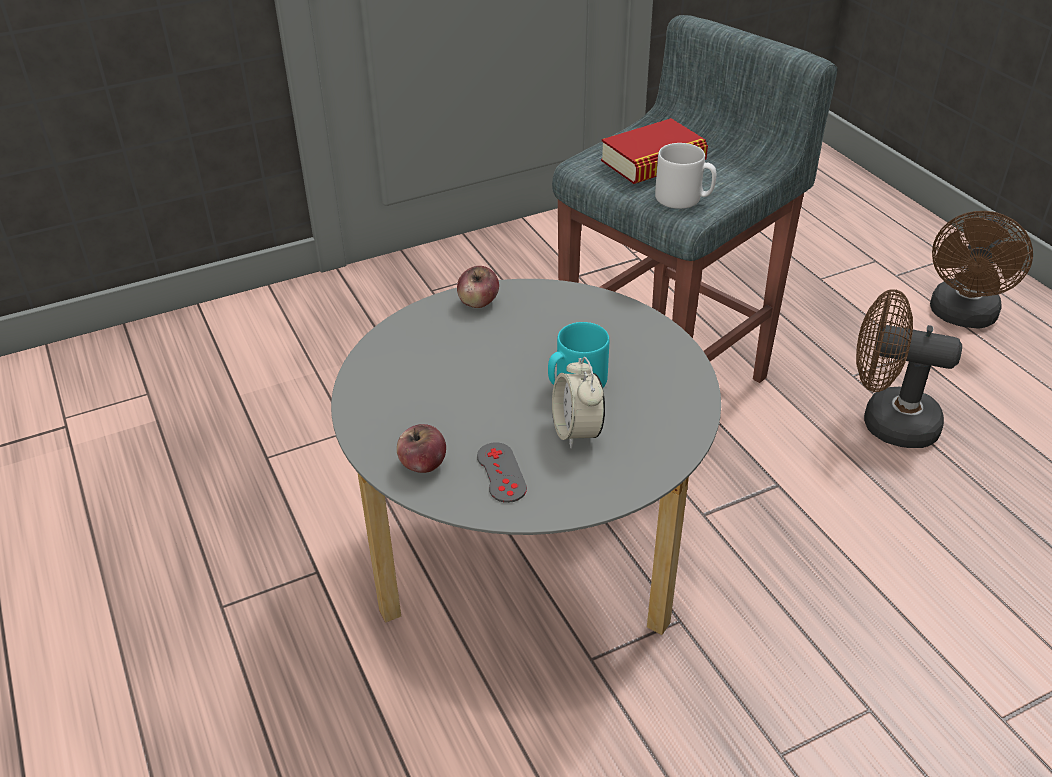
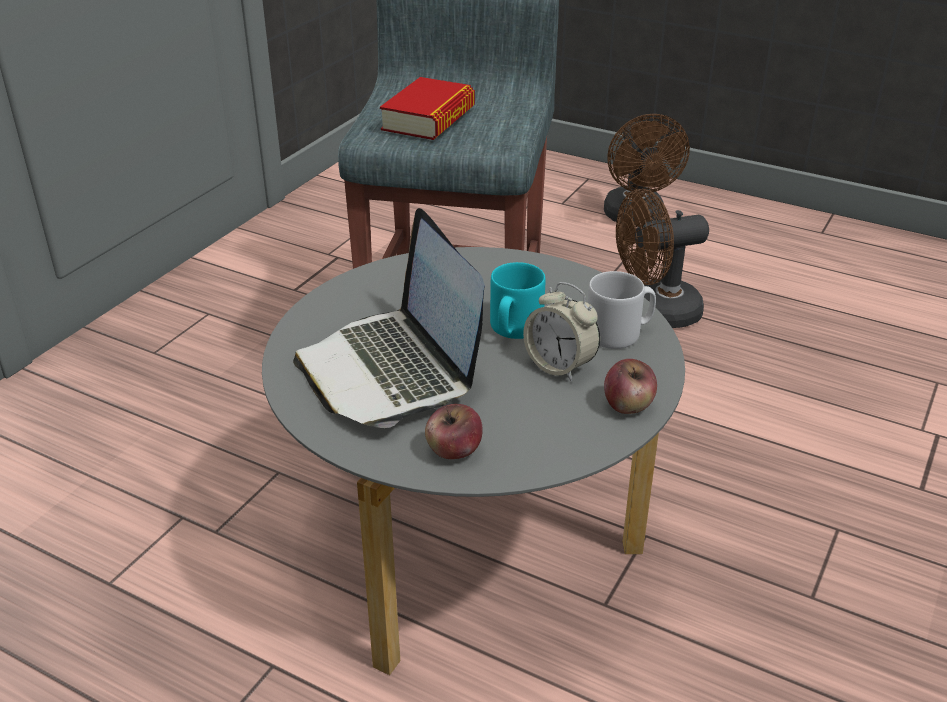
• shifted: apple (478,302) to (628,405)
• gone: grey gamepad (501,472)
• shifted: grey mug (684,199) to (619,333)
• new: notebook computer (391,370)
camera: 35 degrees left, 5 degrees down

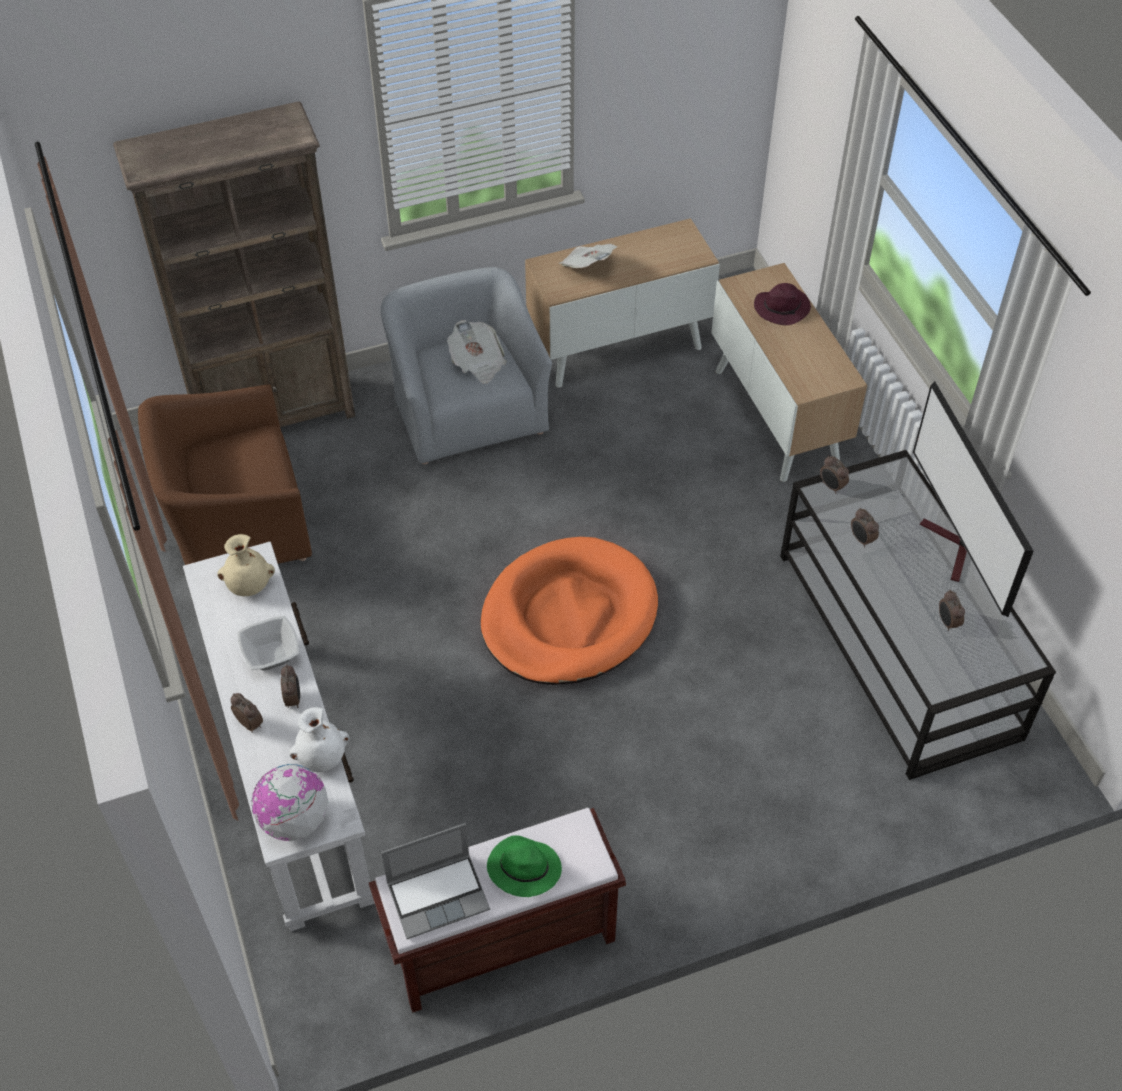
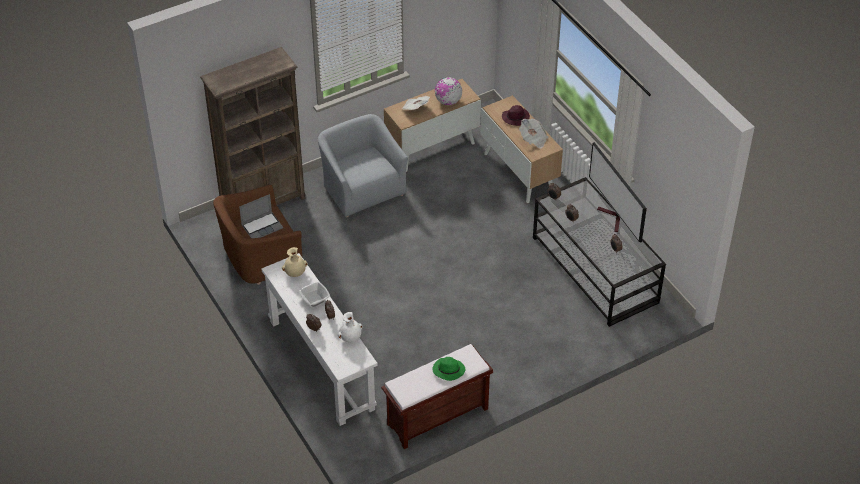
• shifted: desk globe (294,820) to (448,101)
• shifted: notebook computer (439,895) to (262,226)
• shifted: newspaper (477,363) to (533,139)
• gone: orange-coloured dog cushion (568,616)
camera: 10 degrees left, 5 degrees down

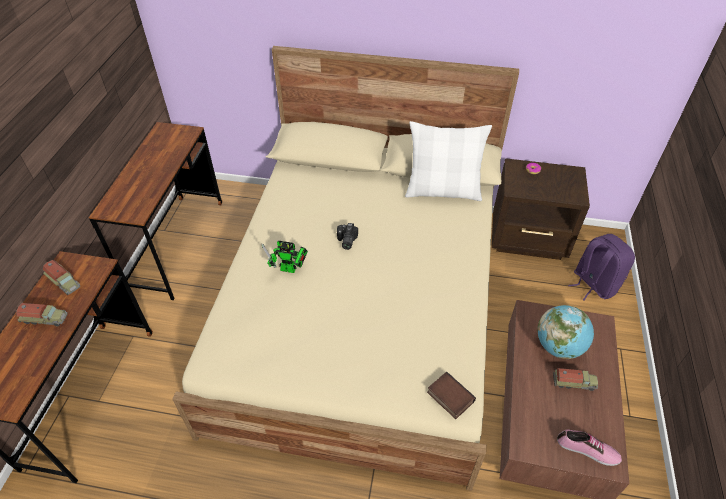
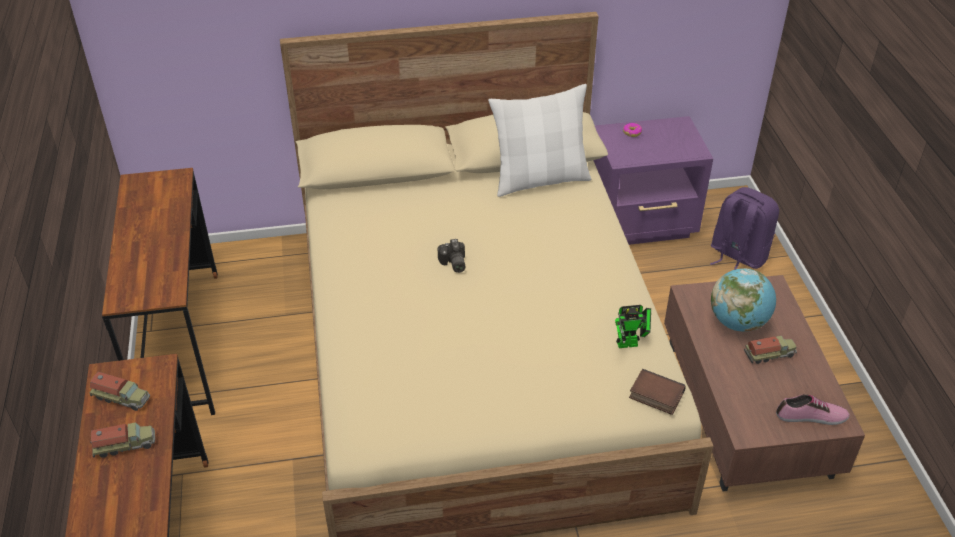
• shifted: toy robot (290,269) to (630,343)
• repainted: brown bedside table (529,240) to purple bedside table (643,224)
camera: 20 degrees left, 5 degrees down

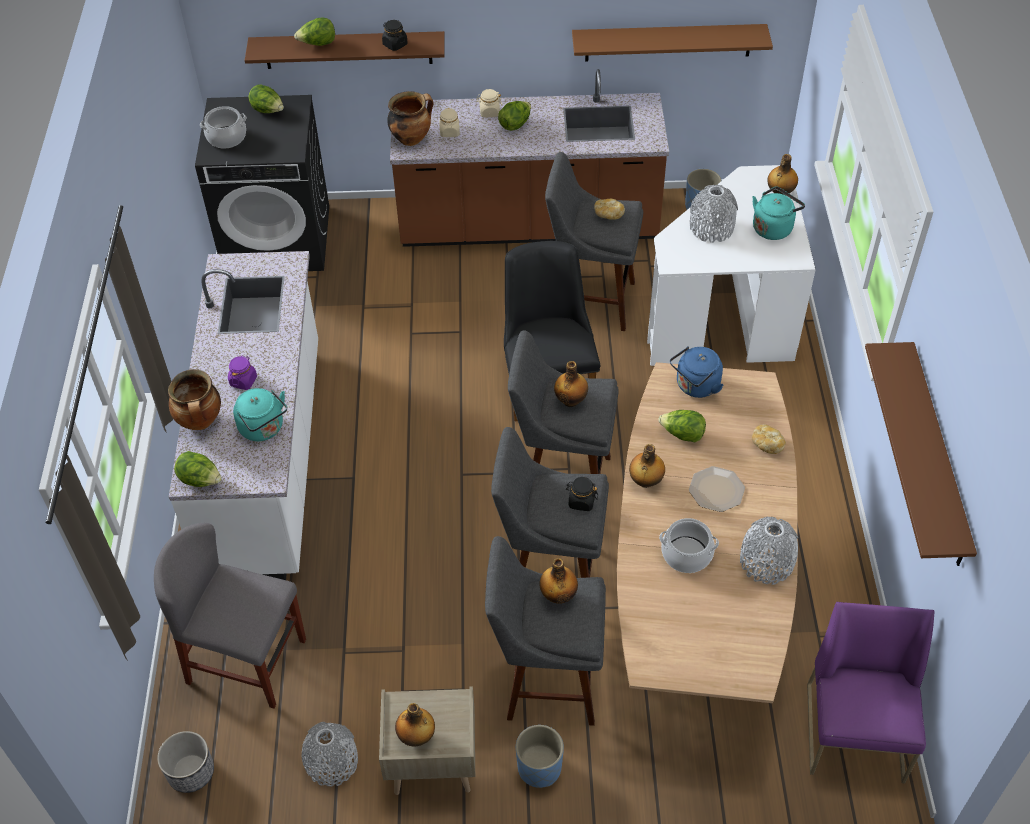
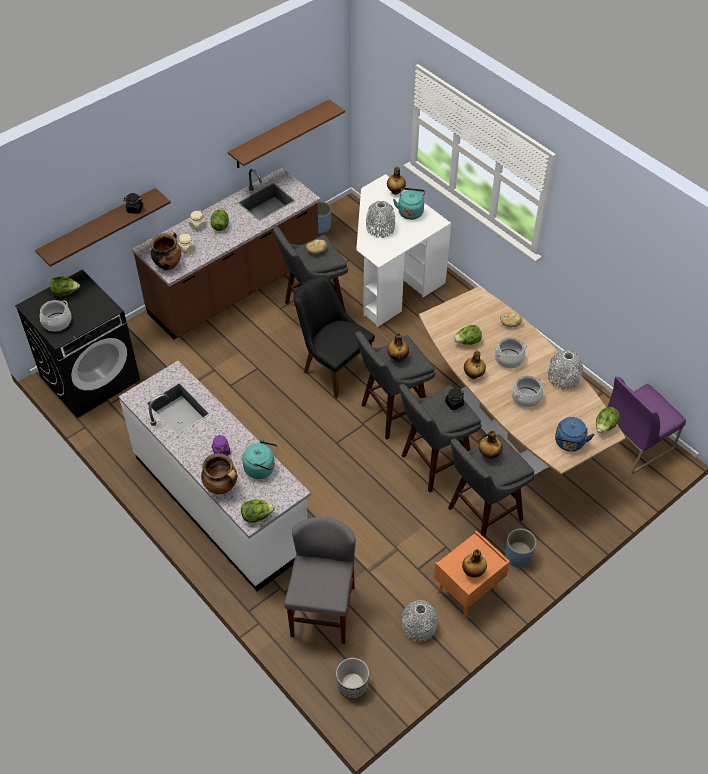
• rotated: grey upright chair (247,661) = (322,611) 120 degrees clockwise
• shifted: lettuce head (318,44) to (605,426)
• repainted: sand-coloured bedside table (431,765) to orange-coloured bedside table (467,592)
• shifted: bluish tea kettle (695,386) to (569,444)
• swapped: dinner plate (716,490) to saucepot (509,359)
• rotated: purple upright chair (856,733) = (635,443) 90 degrees counterclockwise
• gone: brown bracket shelf (937,456)
camera: 40 degrees left, 0 degrees up

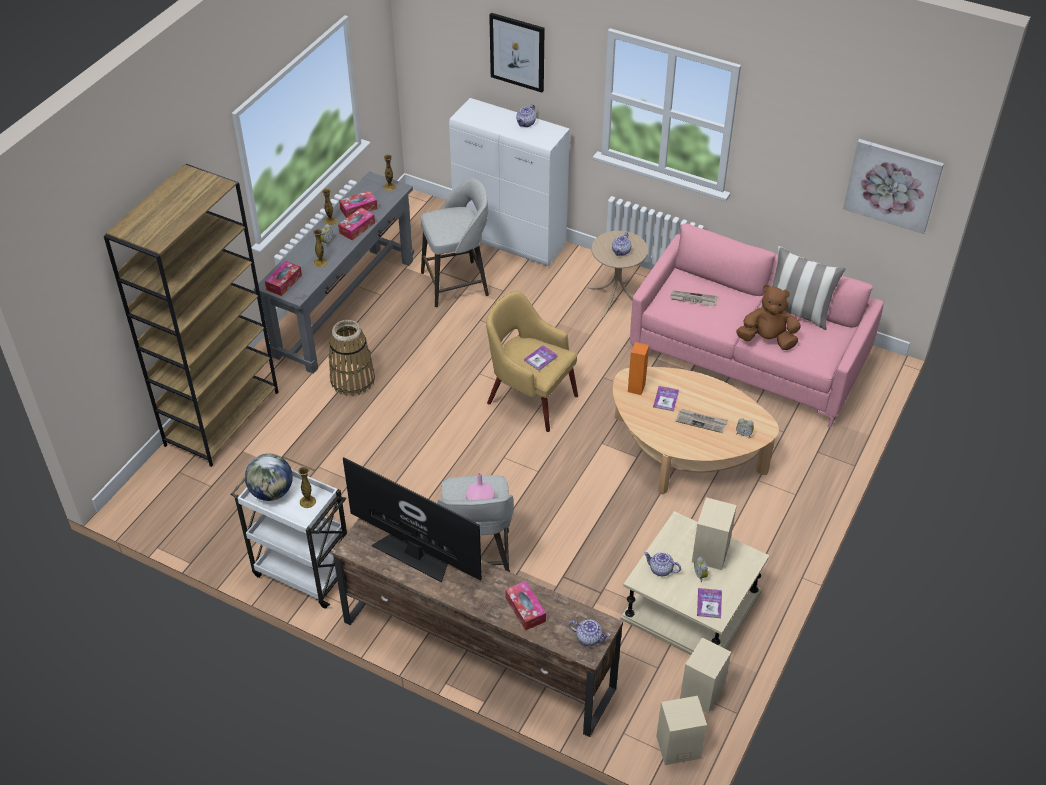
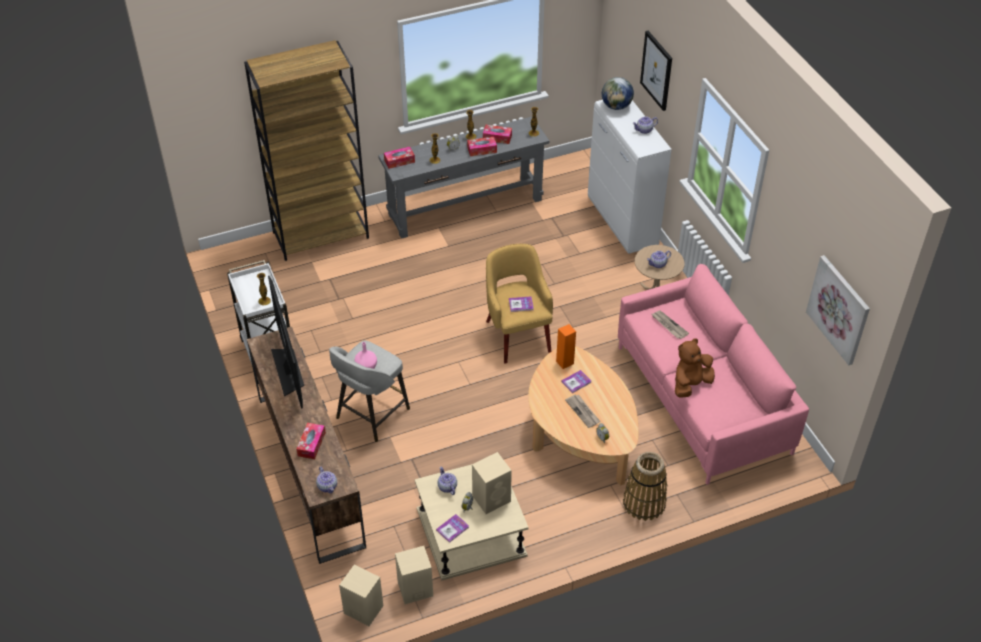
• shifted: desk globe (272,492) to (616,106)
• shifted: household basket (353,380) to (644,503)
• gone: grey stool (457,283)
• rotated: brown cuddly toy (767,340) = (690,384) 90 degrees counterclockwise
• gone: throw pillow (797,311)
camera: 40 degrees right, 0 degrees up

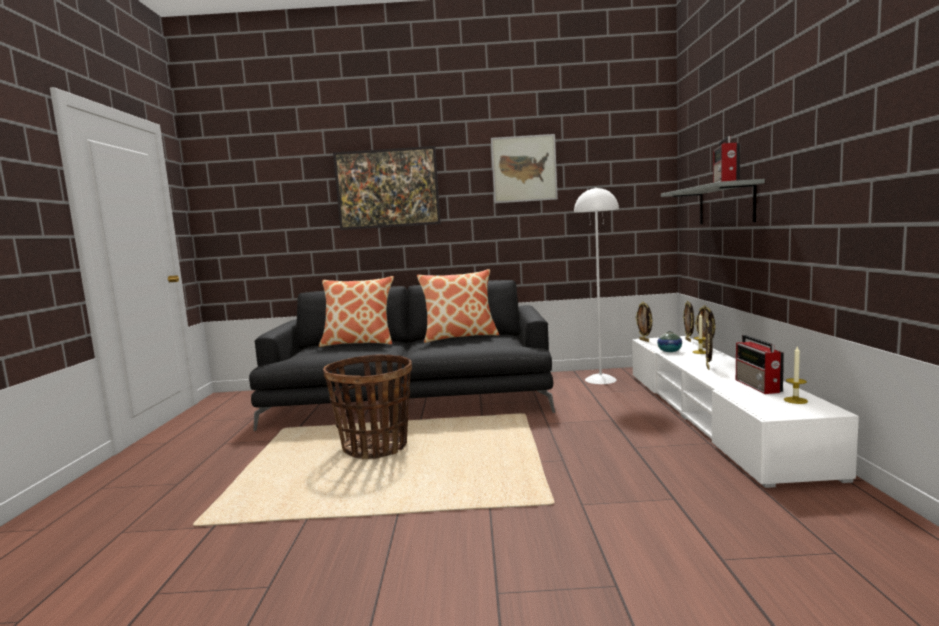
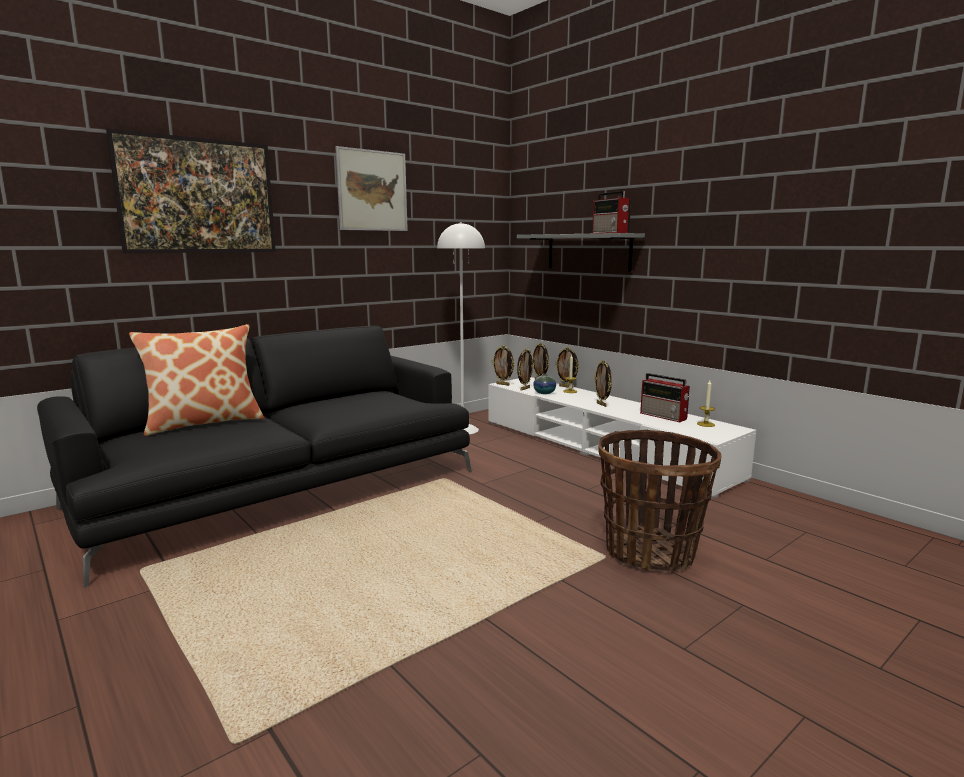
• shifted: household basket (375,447) to (650,552)
• gone: throw pillow (460,337)
• new: standing frame (524,389)
camera: 40 degrees left, 5 degrees up

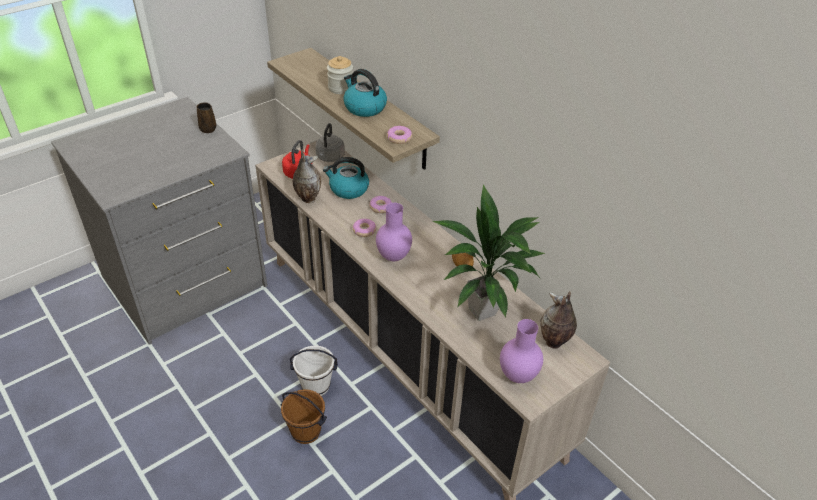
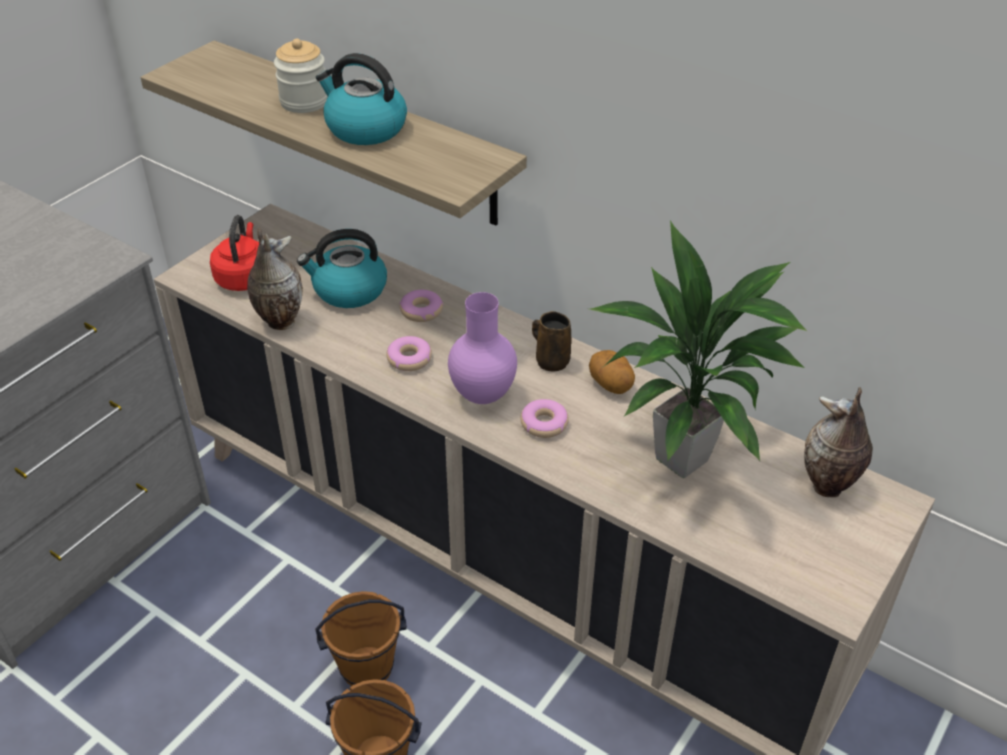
• shifted: brown mug (207,128) to (551,360)
• repainted: white bucket (316,386) to brown bucket (366,667)
• gone: grey tea kettle (330,158)
• shifted: donut (399,138) to (544,424)
• gone: purple vase (517,375)
camera: 15 degrees left, 0 degrees up

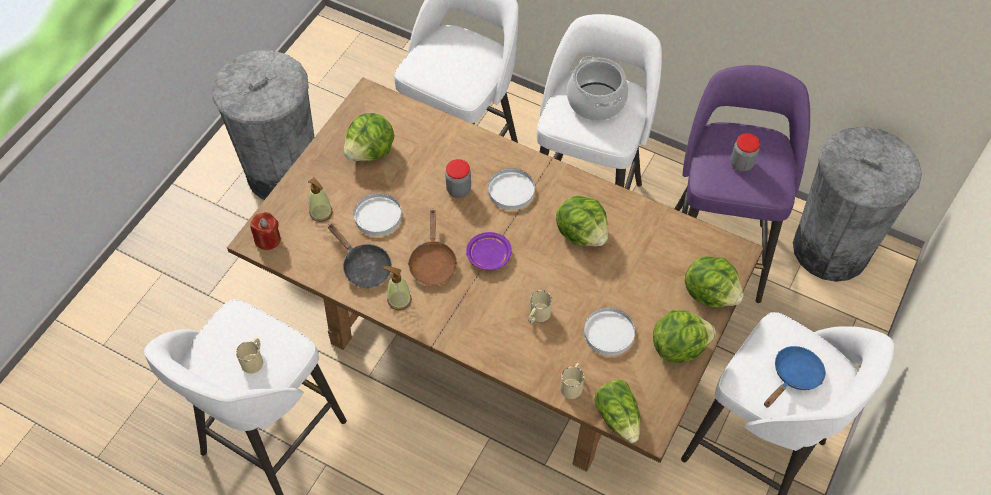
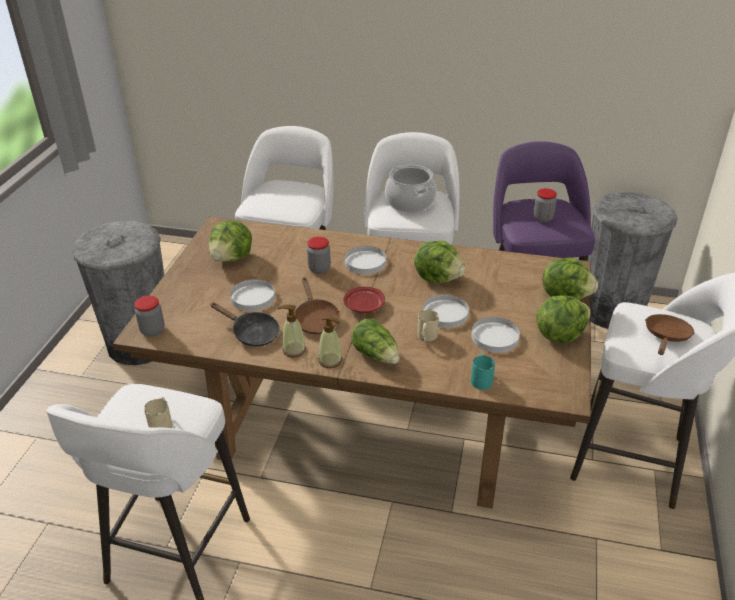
• swapped: reddish wax candle (268,239) to preserve jar (152,330)
• shifted: soap bottle (321,213) to (330,361)
• repainted: purple dinner plate (488,256) to reddish dinner plate (363,306)
• repainted: sand-coloured mug (572,384) to turquoise-coloured mug (481,378)
• shifted: lettuce head (618,417) to (376,355)
• repainted: bluish frying pan (794,376) to brown frying pan (666,337)
• new: white dinner plate (445,313)
camera: 15 degrees left, 20 degrees down

